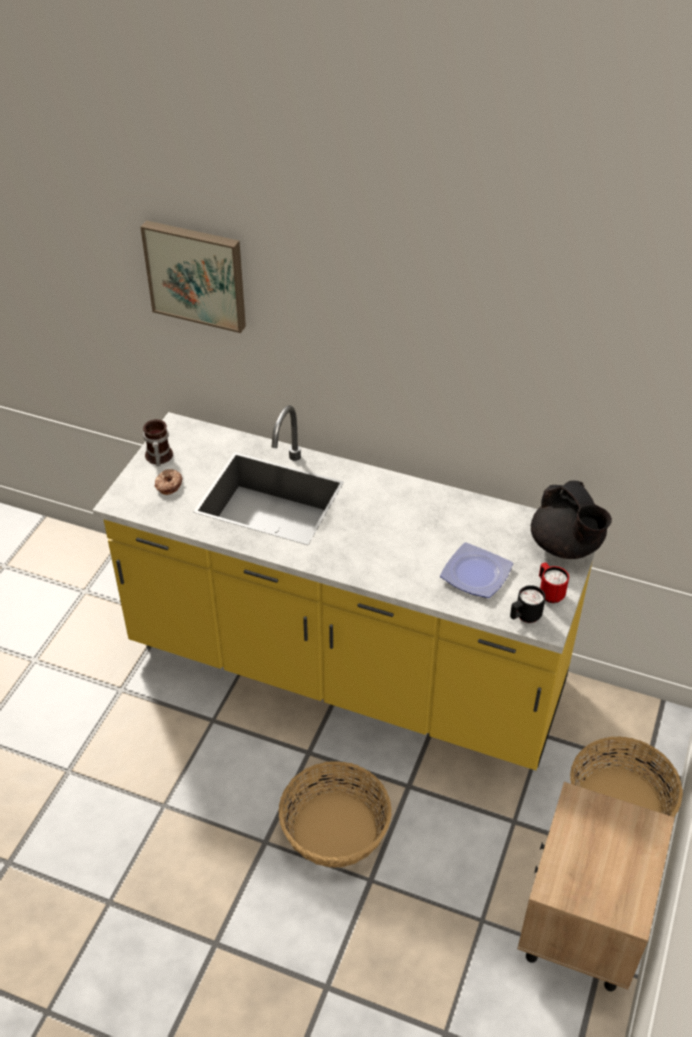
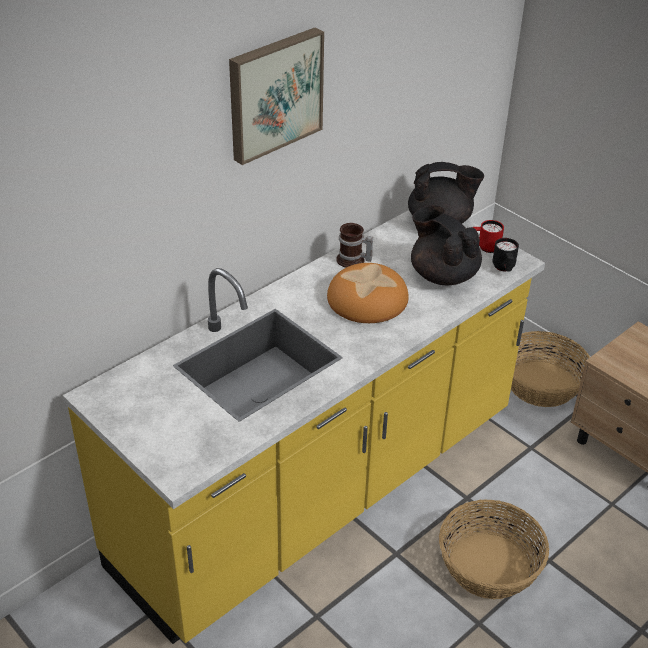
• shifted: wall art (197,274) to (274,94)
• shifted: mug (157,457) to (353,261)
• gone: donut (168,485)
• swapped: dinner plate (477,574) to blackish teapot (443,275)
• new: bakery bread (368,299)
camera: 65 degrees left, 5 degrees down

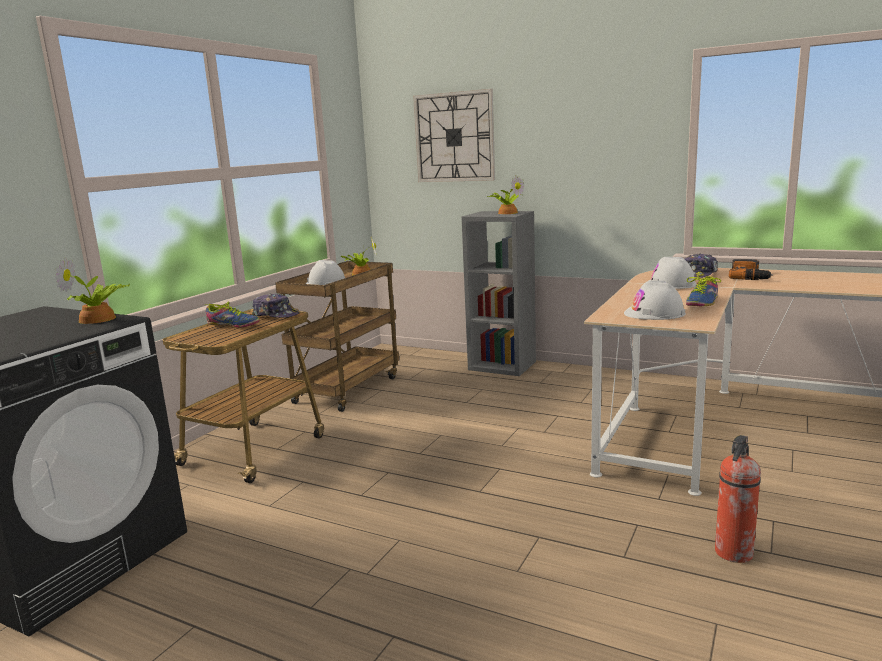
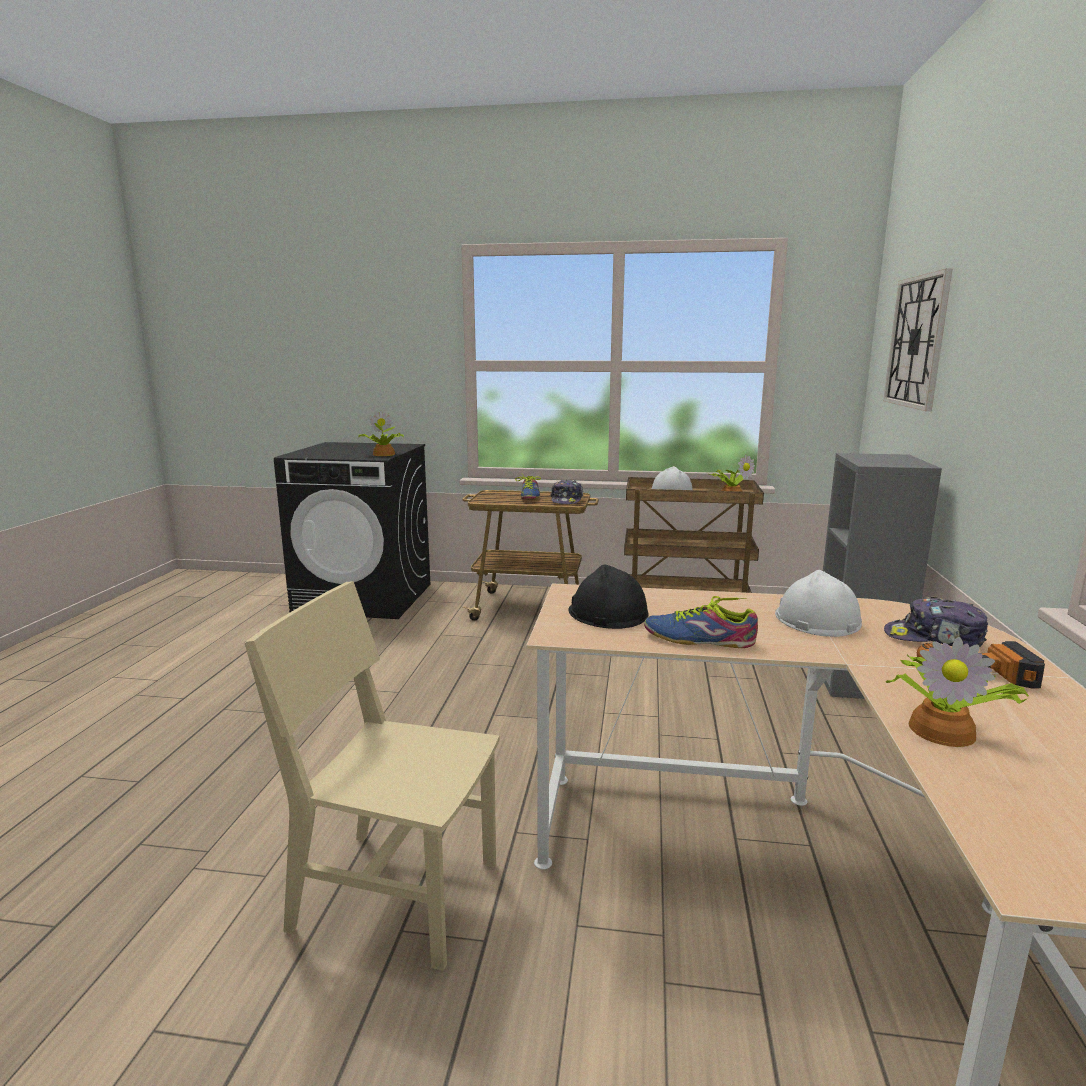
• shifted: plant in a pot (507,213) to (944,729)
• repainted: white hard hat (654,313) to blackish hard hat (607,613)
• swapped: fire-fighting cylinder (733,553) to sand-coloured upright chair (396,894)
camera: 70 degrees right, 0 degrees up

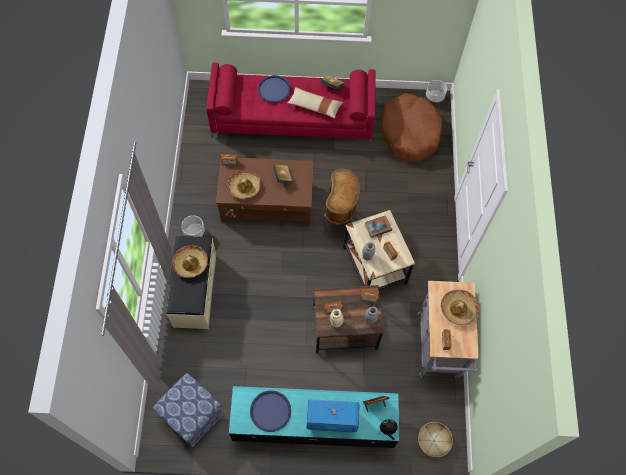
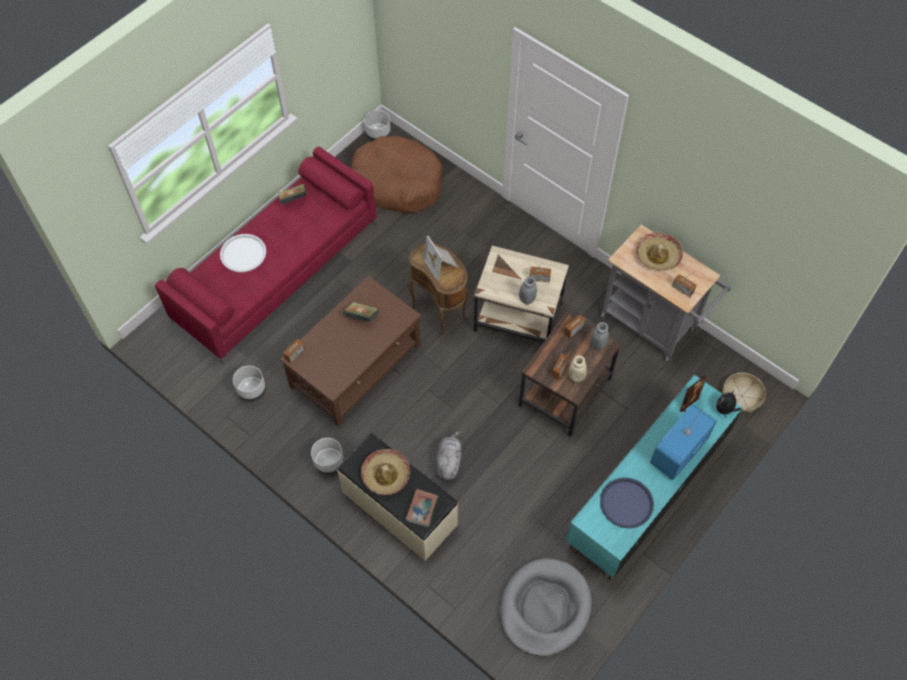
• swapped: pouffe (192,415) to grey dog cushion (544,608)
• gone: clothing hat (244,186)
• repainted: bluish tray (274,89) to white tray (243,253)
• gone: sand-coloured throw pillow (315,106)
• shifted: bound book (378,227) to (422,509)
• new: grey flower pot (252,390)
• new: standing frame (441,264)
• new: grey cuddly toy (448,461)
camera: 50 degrees left, 5 degrees down

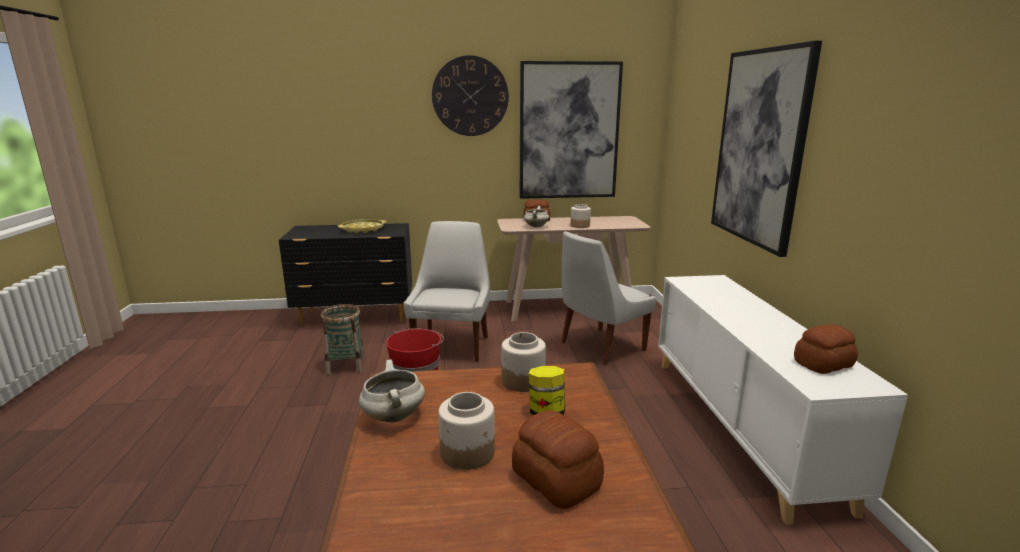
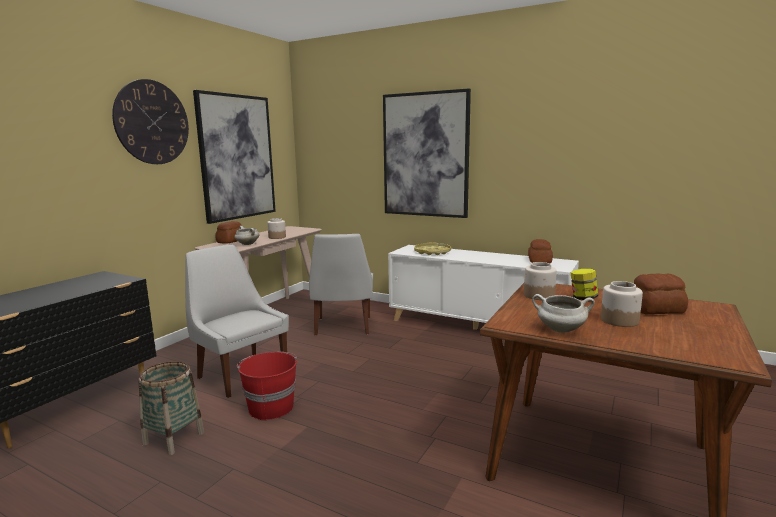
• shifted: yellowish tray (363,229) to (432,252)
camera: 55 degrees left, 5 degrees down

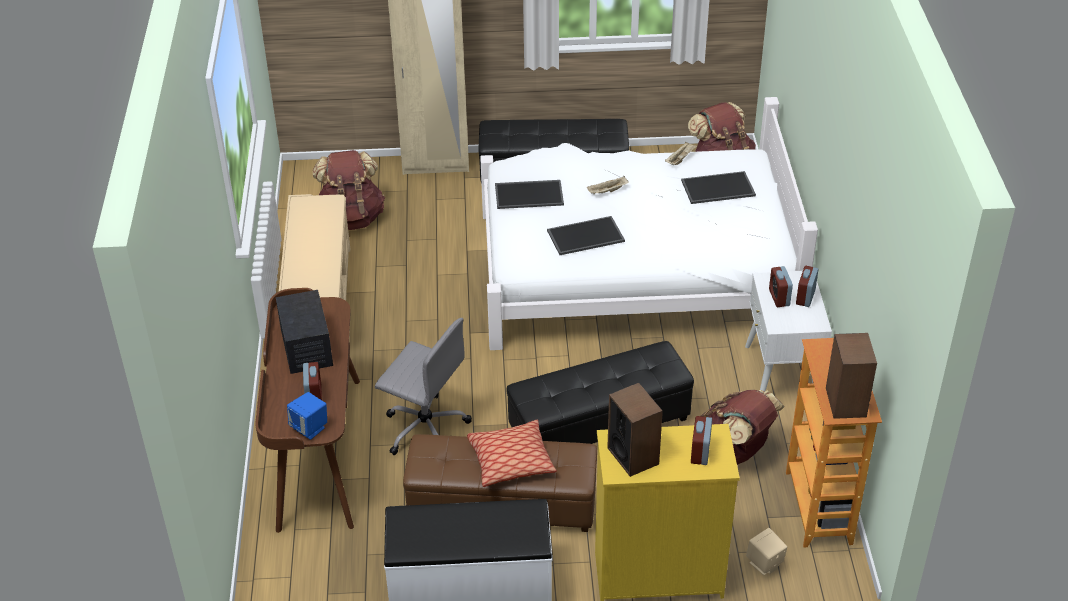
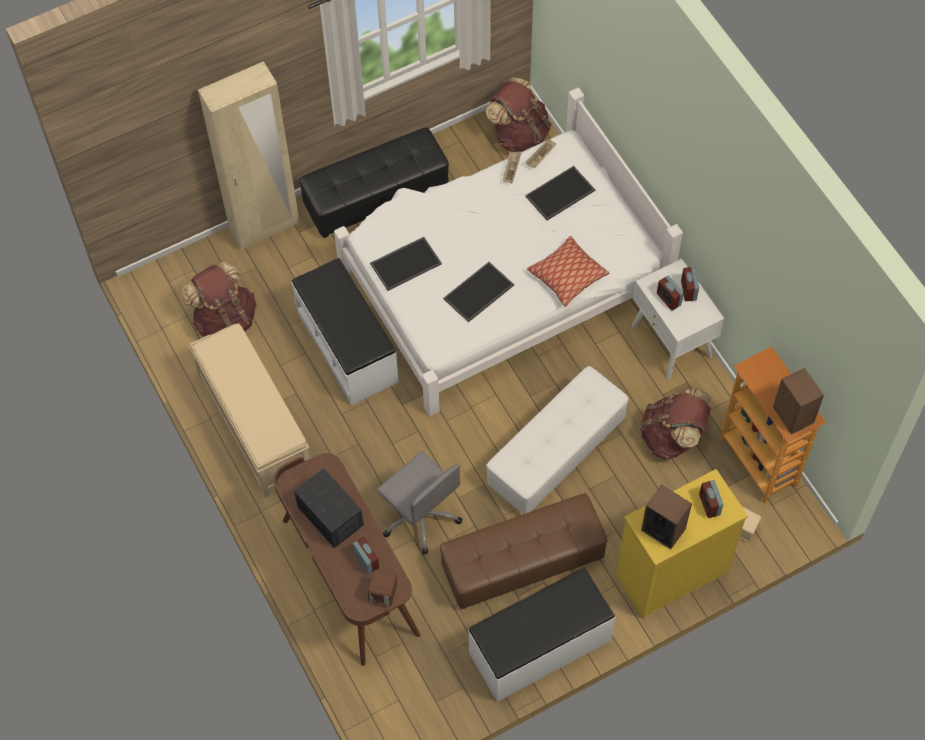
• repainted: bluish audio speaker (310,428) to brown audio speaker (383,594)
• rotated: grey office chair (424,427) = (420,516) 45 degrees clockwise
• shifted: throw pillow (511,461) to (567,275)
• repainted: blackish pouffe (599,424) to white pouffe (556,454)
• shifted: sand-coloured tray (607,191) to (540,158)
• new: white bench (348,346)
camera: 25 degrees left, 20 degrees up

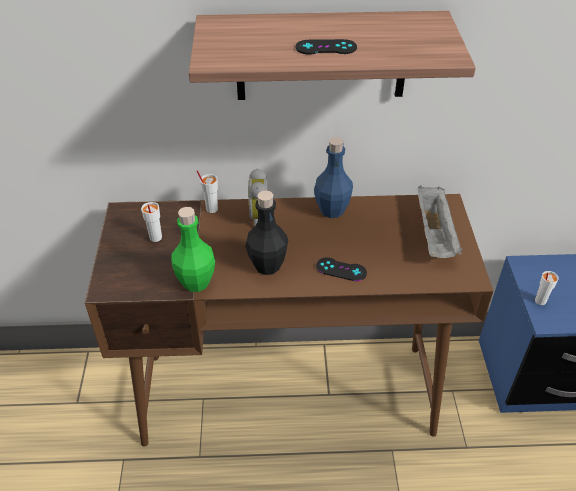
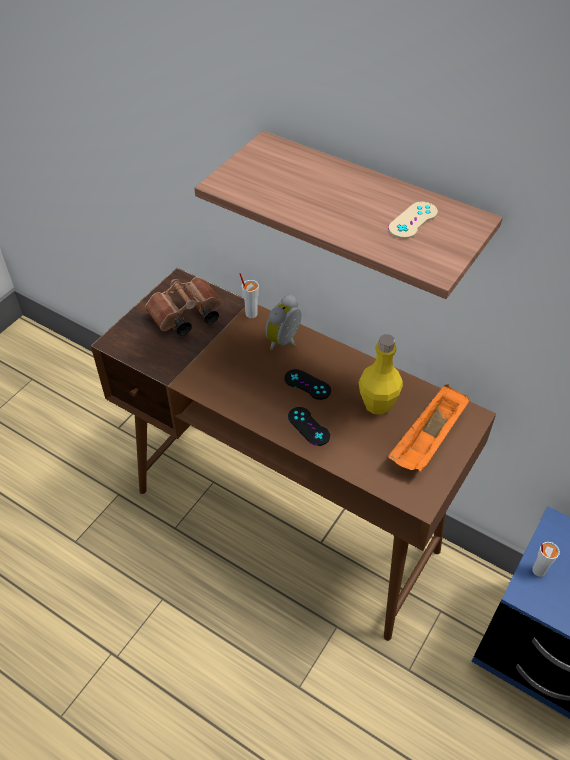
• swapped: white small cup (155,237) to brown field glasses (185,317)
• gone: greenish bottle (196,282)
• gone: blackish bottle (267,265)
• shifted: blackish gamepad (326,47) to (307,384)
• gone: bluish bottle (332,210)
• repainted: grey tray (435,235) to orange-coloured tray (428,441)
• new: yellowish bottle (377,404)
• new: sand-coloured gamepad (413,220)
camera: 35 degrees right, 5 degrees up

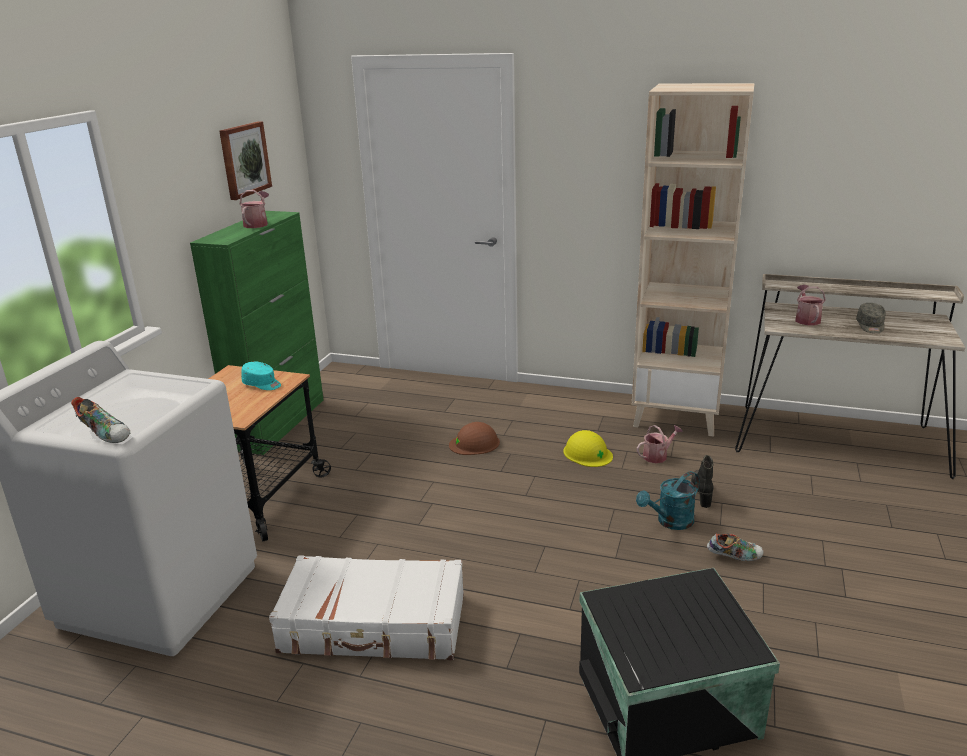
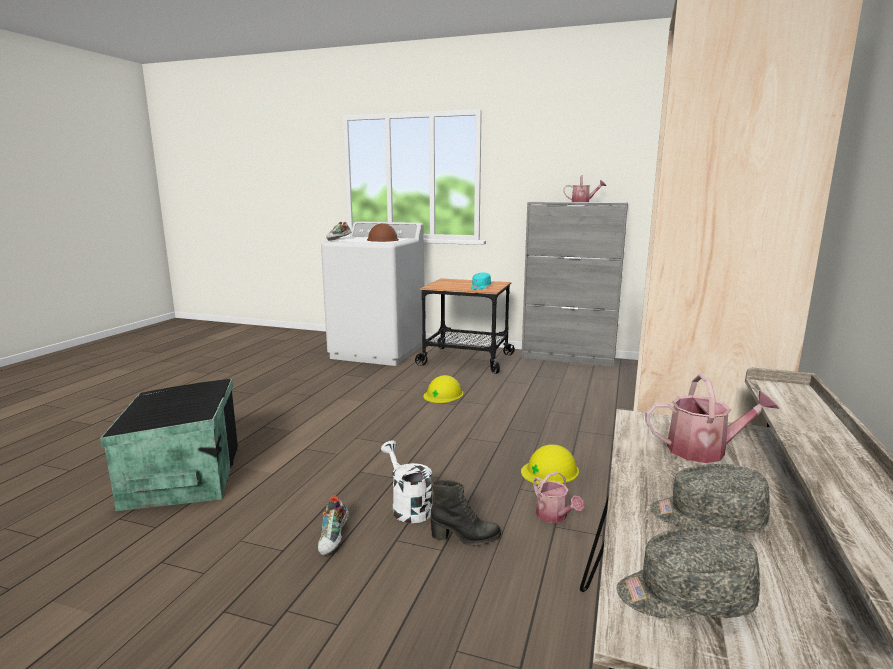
• repainted: greenish cabinet (279,423) to grey cabinet (568,358)
• gone: wall art (244,159)
• gone: white suitcase (374,624)
• shifted: brown hard hat (474,443) to (382,239)
• repainted: turquoise-coloured watering pot (670,522) to white watering pot (408,507)
• new: yellowish hard hat (443,394)
• new: grey cap (684,596)
camera: 90 degrees right, 10 degrees down

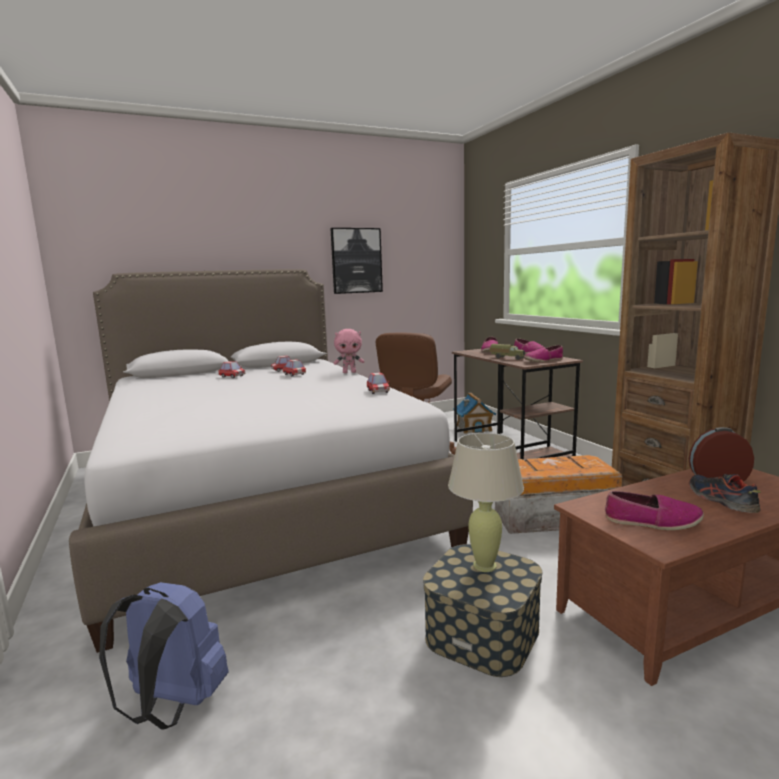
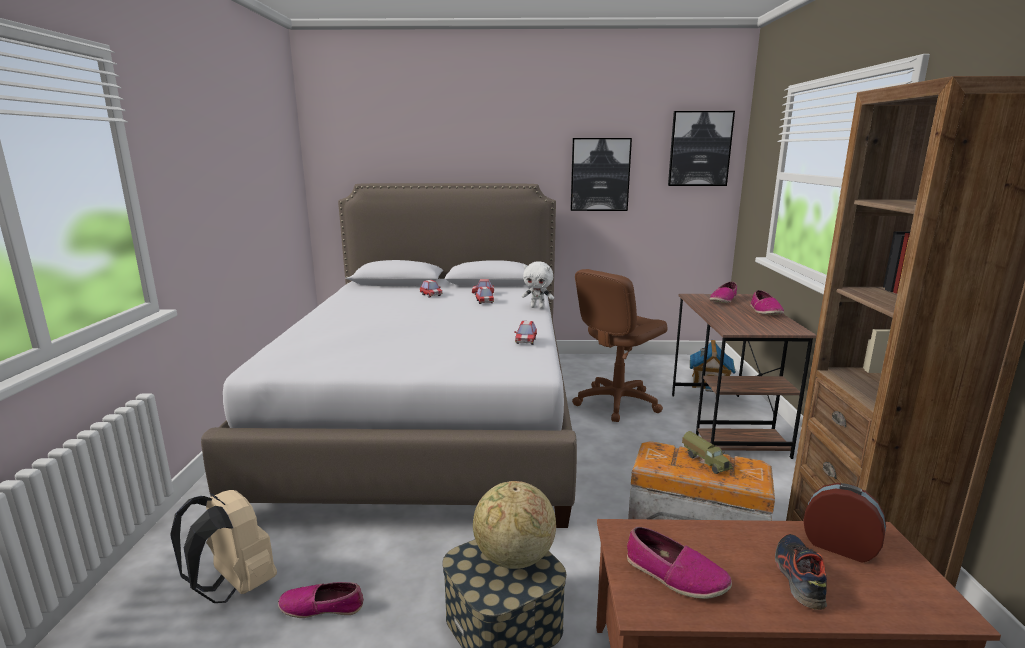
• repainted: bluish knapsack (172,706) to sand-coloured knapsack (235,587)
• repainted: pinkish cuddly toy (349,372) to white cuddly toy (538,307)
• swapped: sand-coloured tabletop lamp (484,566) to desk globe (513,558)
• shifted: model truck (507,358) to (705,461)
• shifted: item of footwear (543,360) to (322,607)
• new: wall art (699,149)
camera: 25 degrees right, 5 degrees up

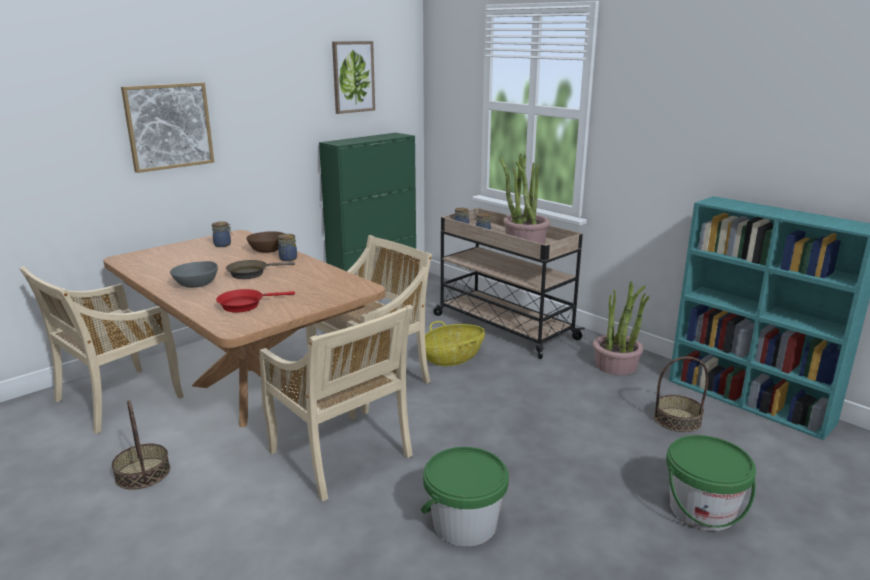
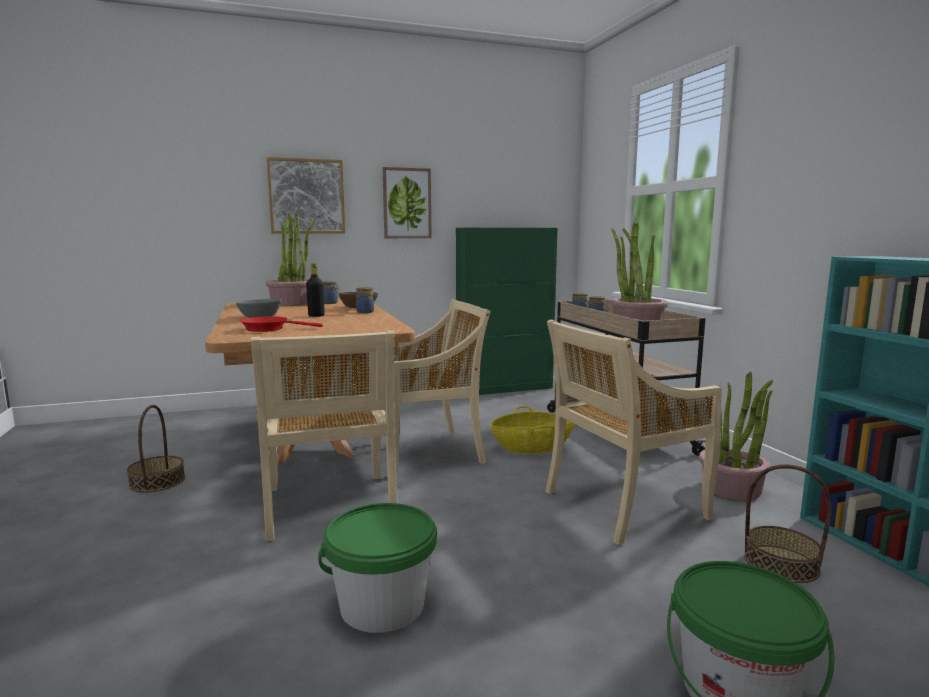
• shifted: sand-coloured upright chair (117,400) to (622,506)
• swapped: brown frying pan (251,273) to blackish bottle (316,316)
• shifted: wall art (353,77) to (407,203)
• new: plant in a pot (292,303)
camera: 25 degrees right, 10 degrees down

